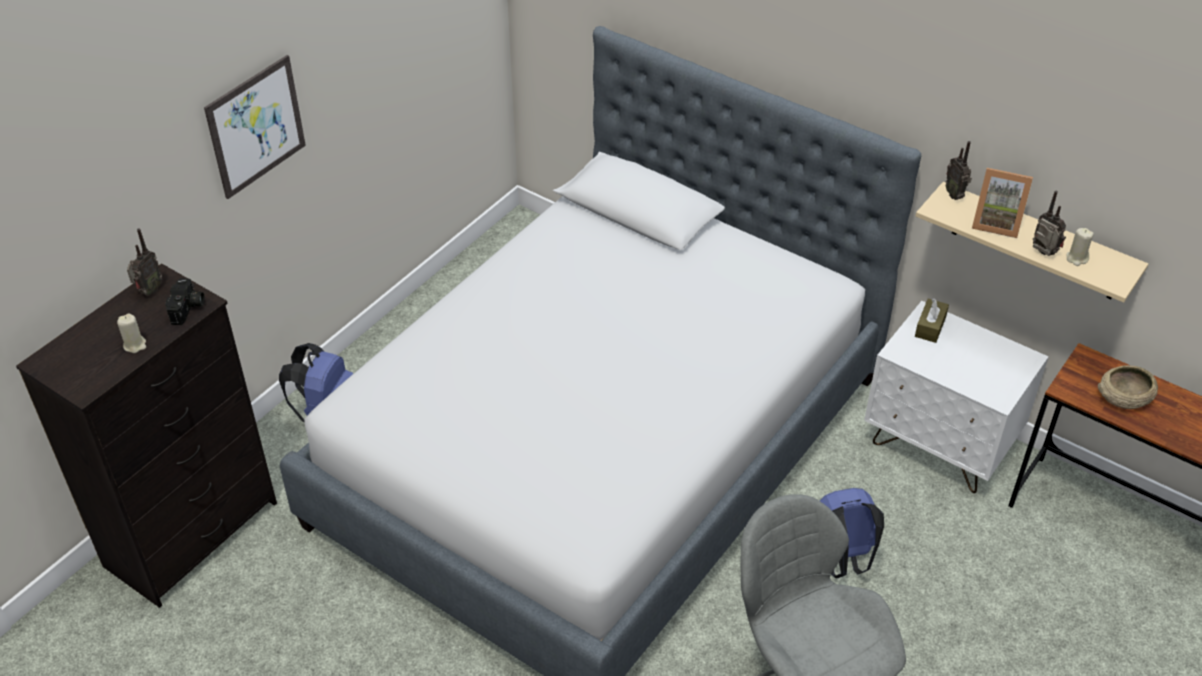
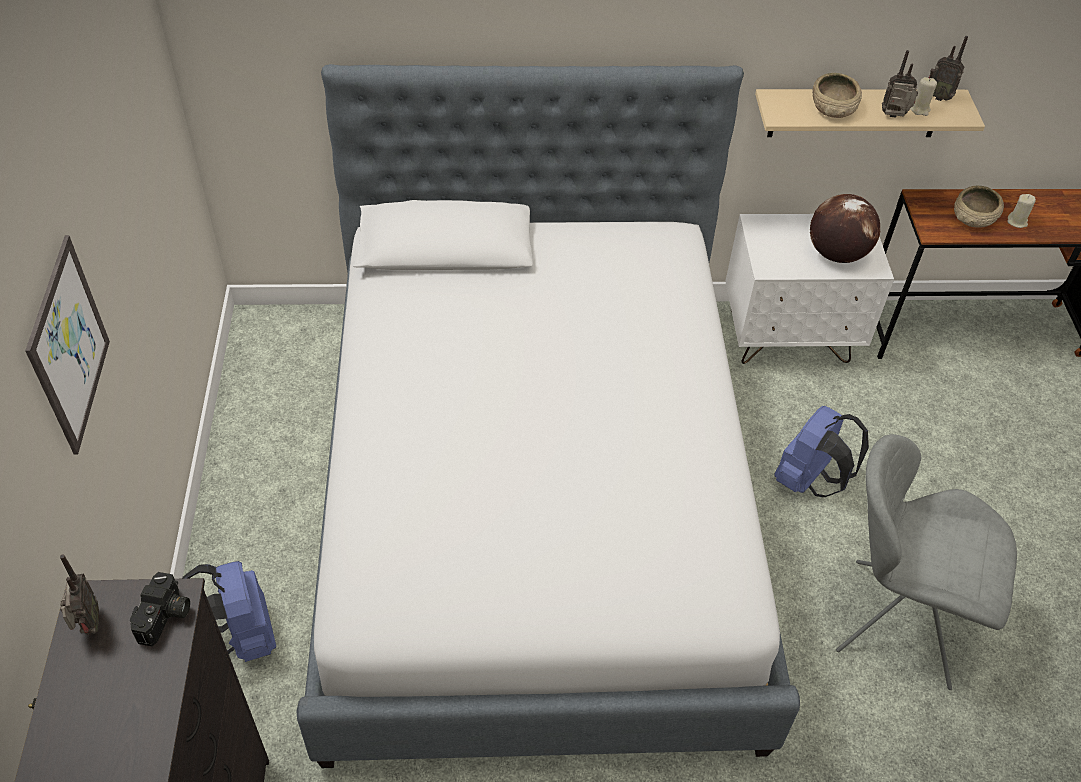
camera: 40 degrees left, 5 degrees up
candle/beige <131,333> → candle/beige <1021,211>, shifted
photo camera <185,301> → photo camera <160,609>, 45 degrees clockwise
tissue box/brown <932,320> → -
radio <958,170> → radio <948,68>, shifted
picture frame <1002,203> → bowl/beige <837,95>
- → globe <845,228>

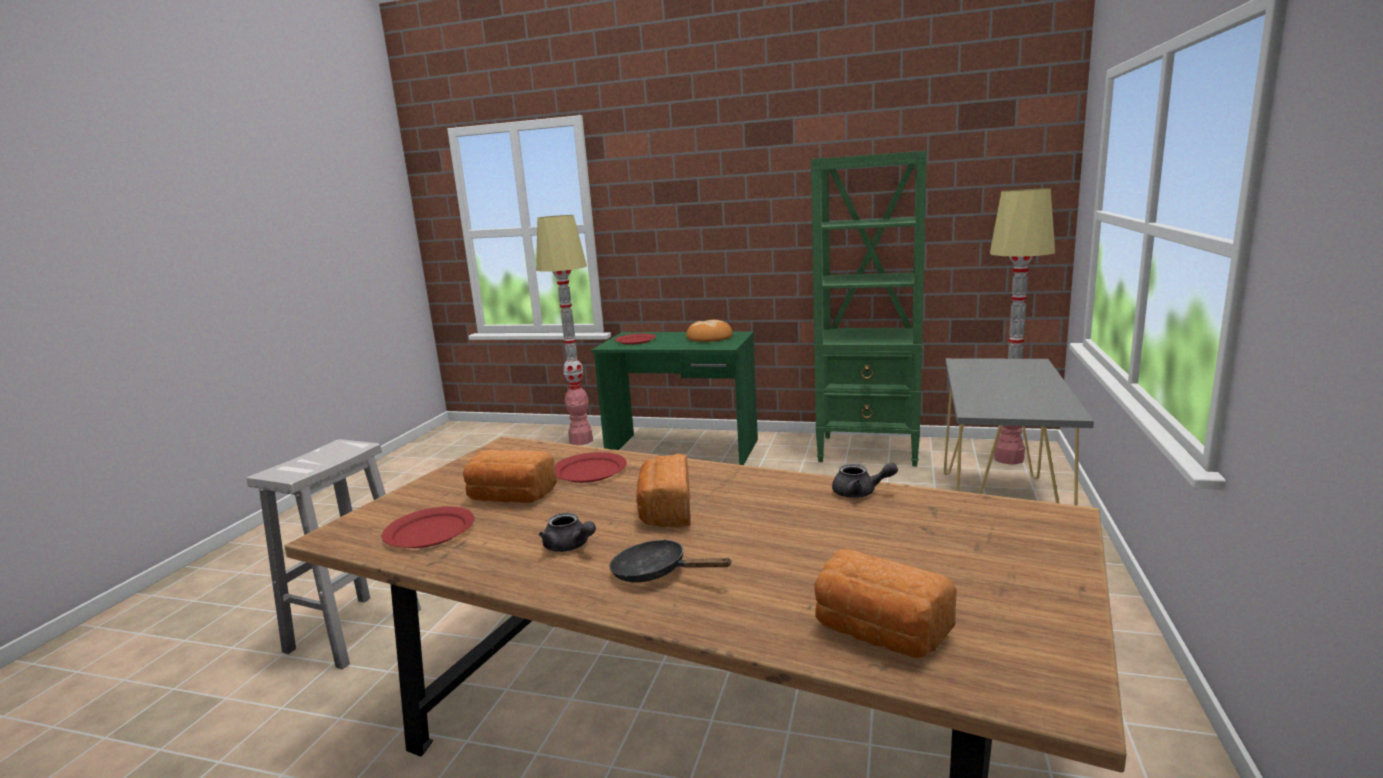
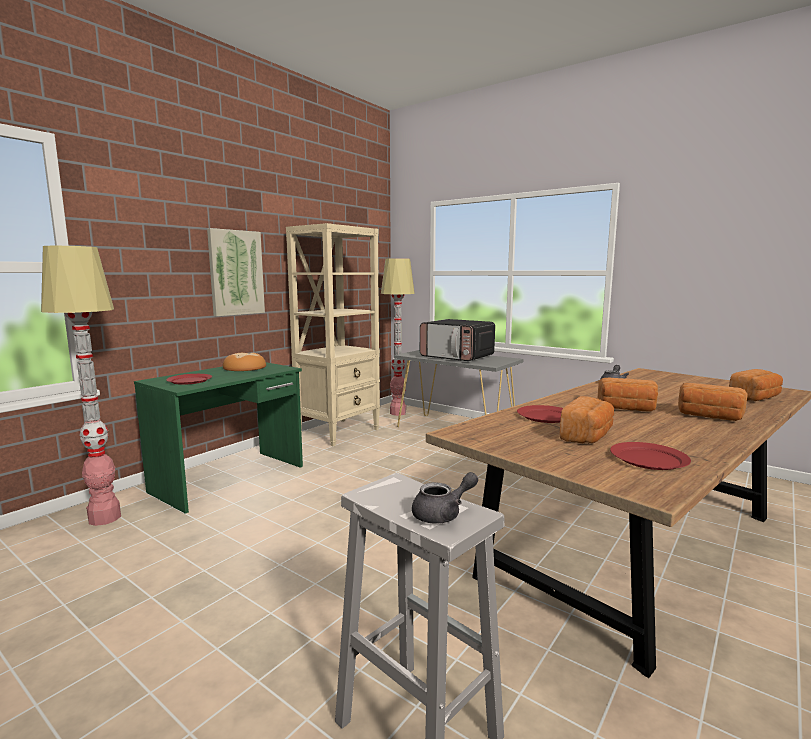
camera: 70 degrees left, 5 degrees down
teapot/grey <567,532> → teapot/grey <445,498>, shifted
frying pan/black <670,560> → bread <713,402>
bookcase/green <869,309> → bookcase/beige <333,334>
- → picture <236,272>
- → microwave <457,340>

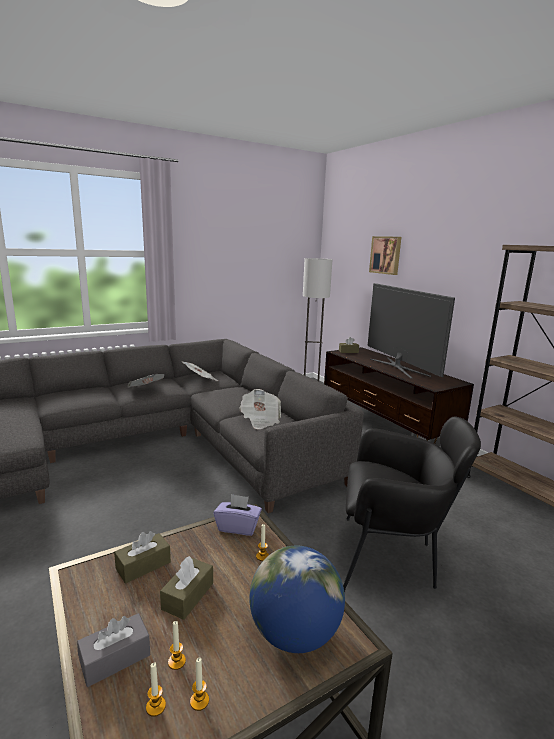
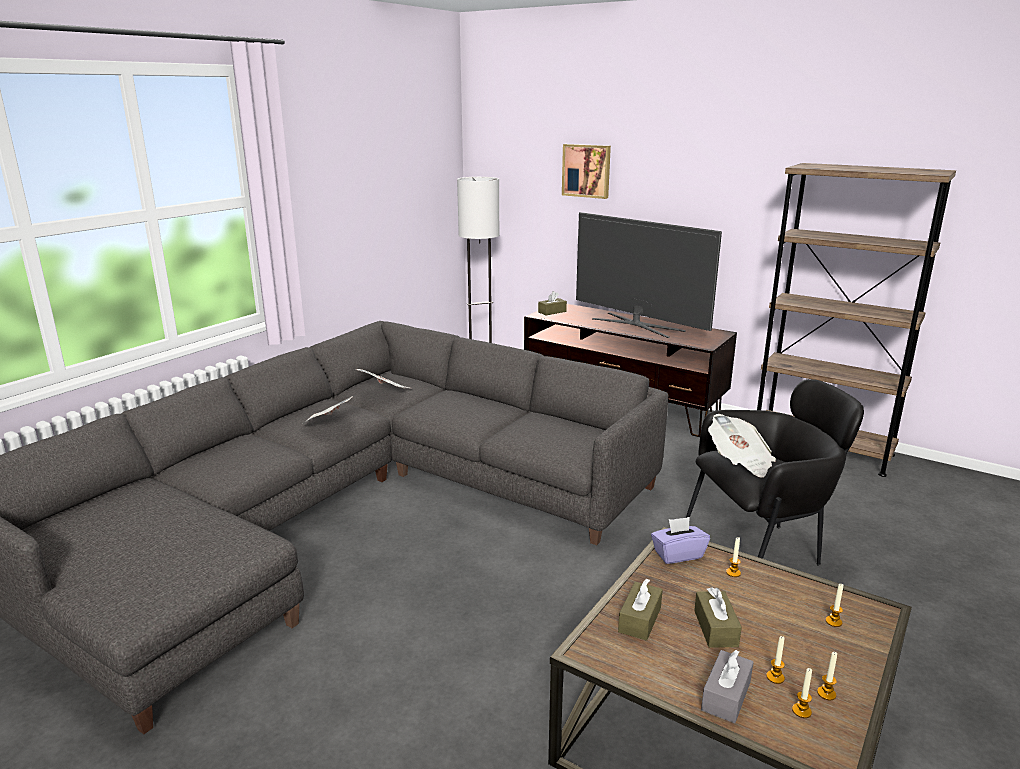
camera: 25 degrees left, 5 degrees up
newspaper <260,409> → newspaper <742,446>, shifted
globe <297,599> → candle <834,605>

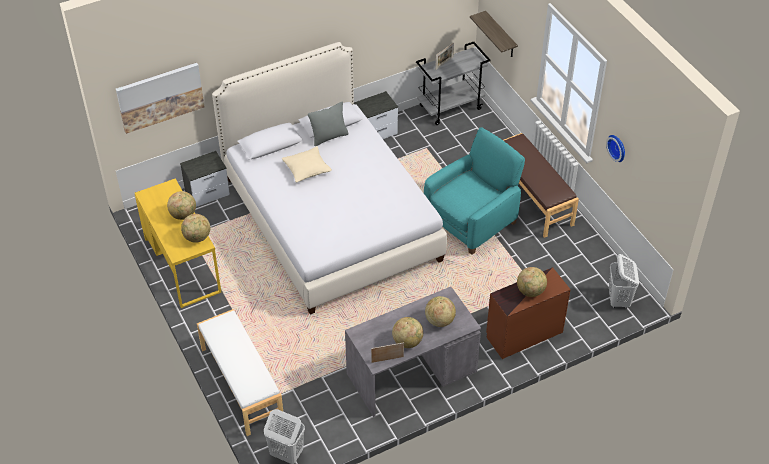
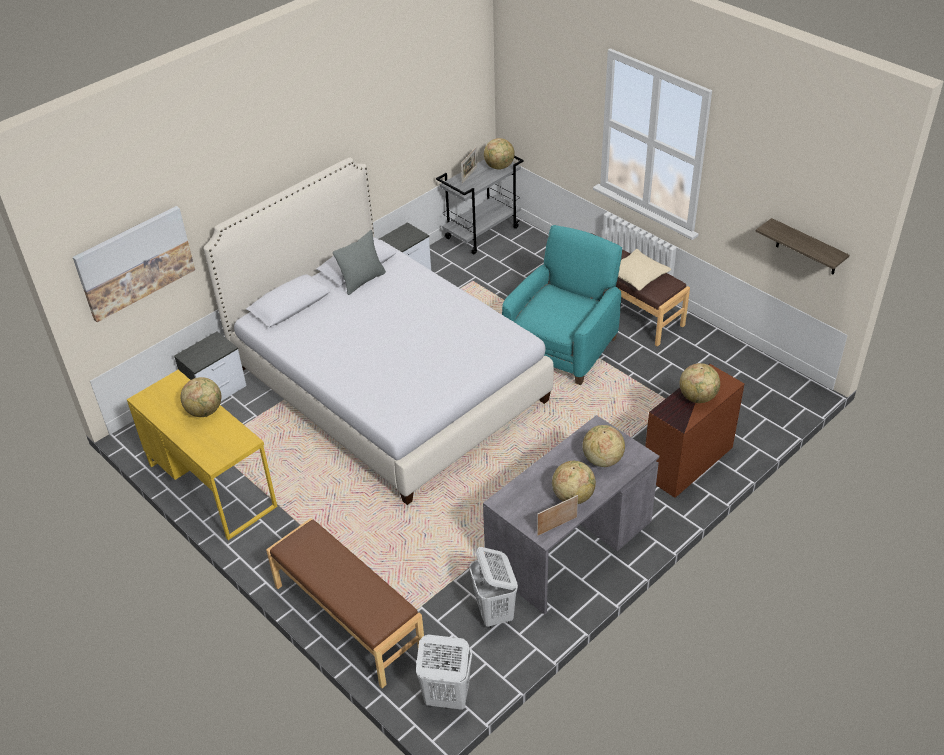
camera: 15 degrees left, 5 degrees down
globe <195,228> → globe <499,153>, shifted
bench/white <240,372> → bench/brown <345,603>
pillow/beige <307,164> → pillow/beige <644,270>, shifted
shelf <494,34> → shelf <802,246>, shifted
wall clock <615,148> → -
laundry basket/white <624,281> → laundry basket/white <493,587>, shifted

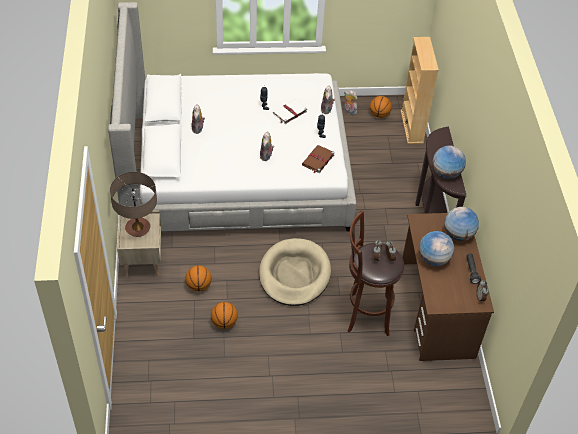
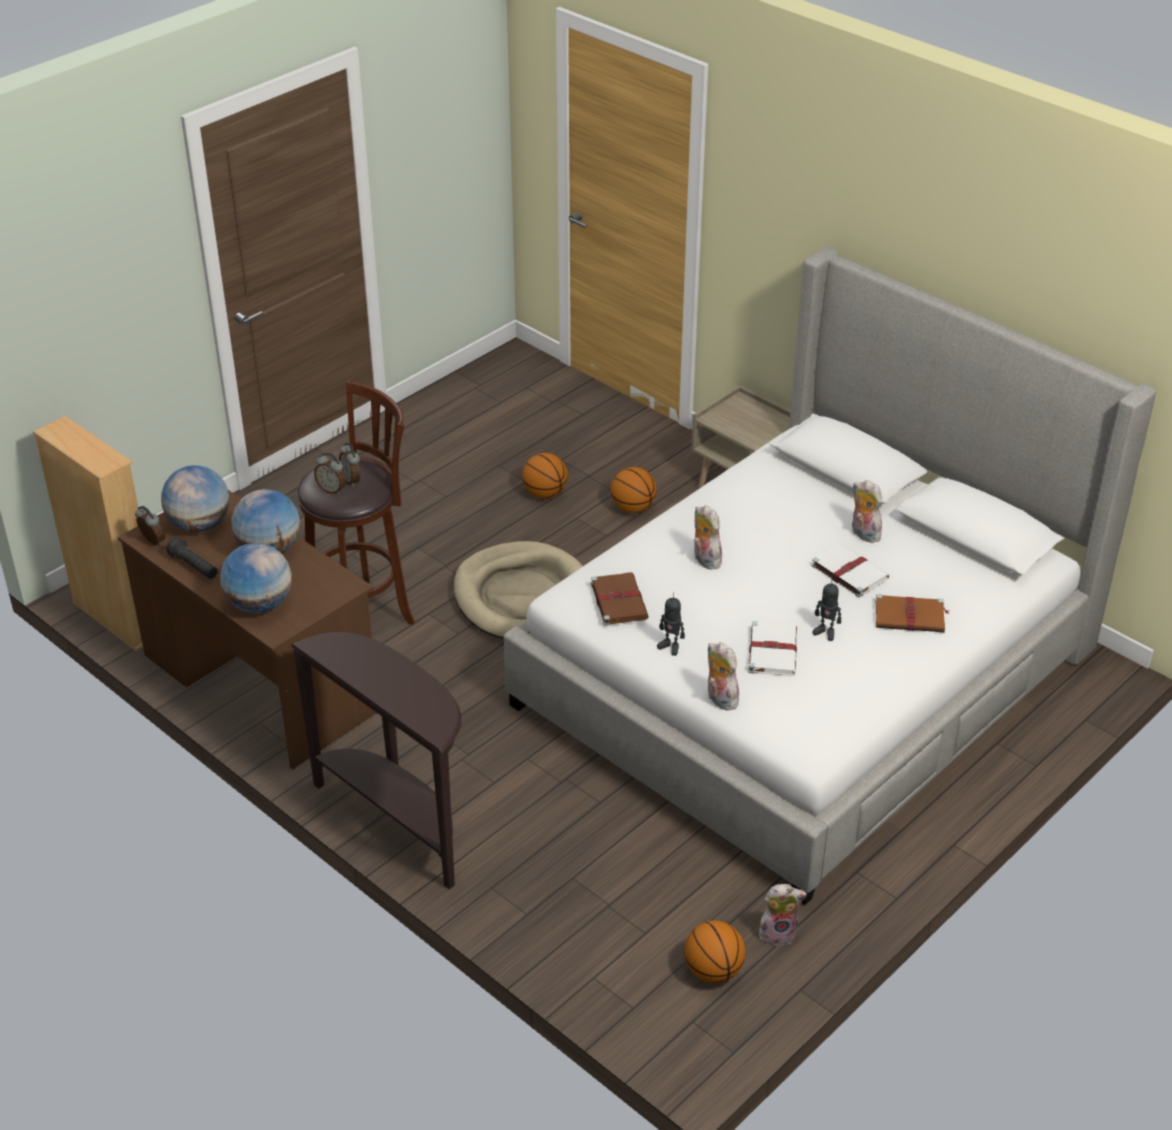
camera: 140 degrees right, 10 degrees down
table lamp <133,204> → -
bookcase/beige <420,90> → bookcase/beige <88,533>, shifted
globe <449,162> → globe <195,498>, shifted
- → book/white <851,570>
- → book/brown <913,613>

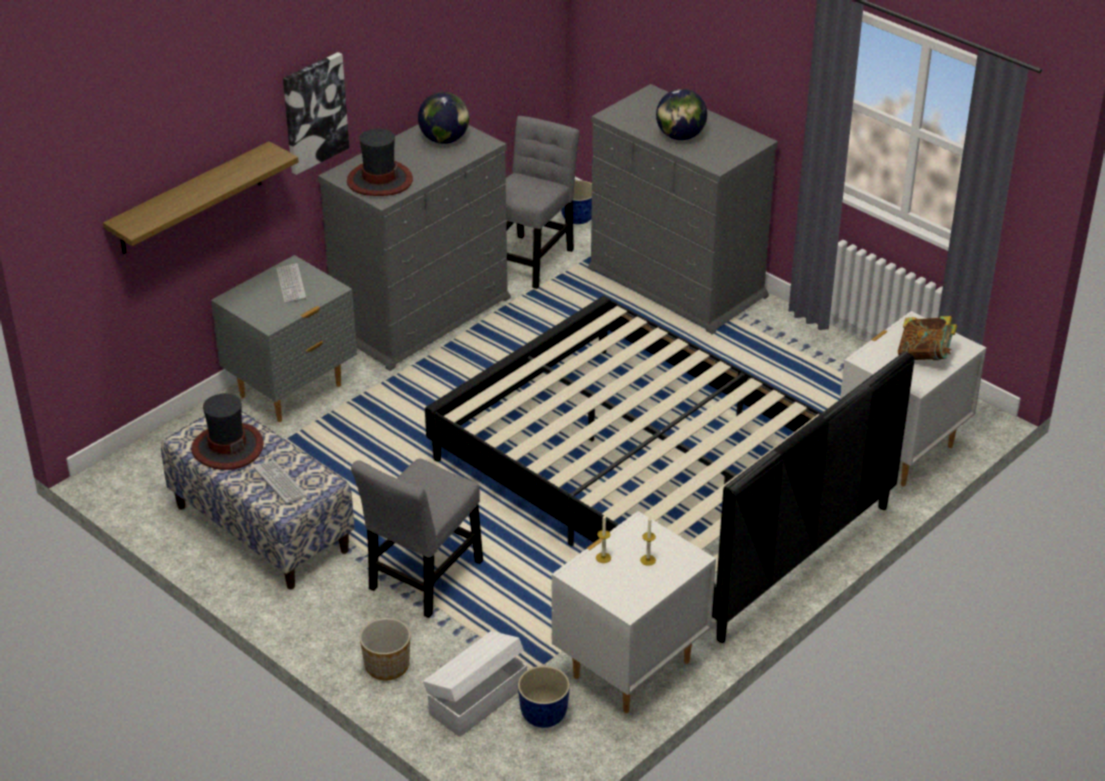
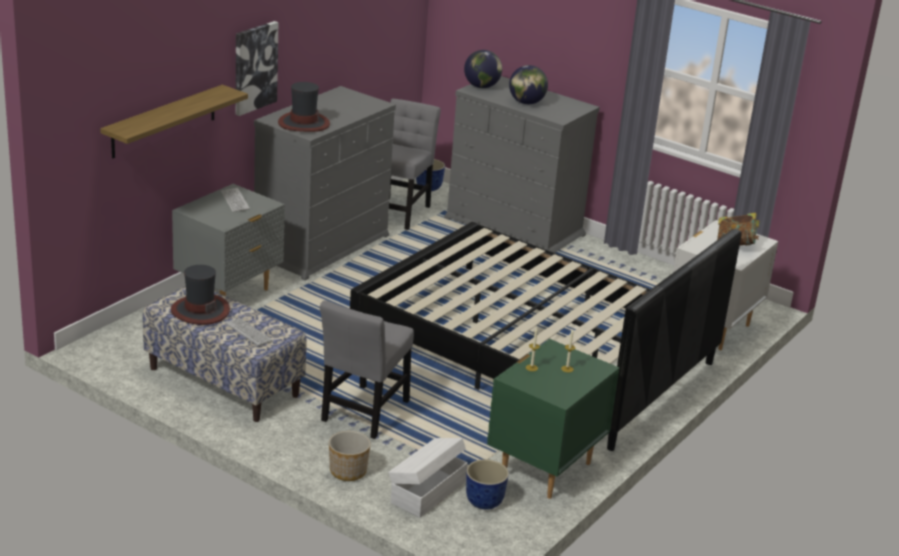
camera: 10 degrees left, 10 degrees down
globe <443,118> → globe <483,69>, shifted
nightstand/white <633,612> → nightstand/green <553,419>

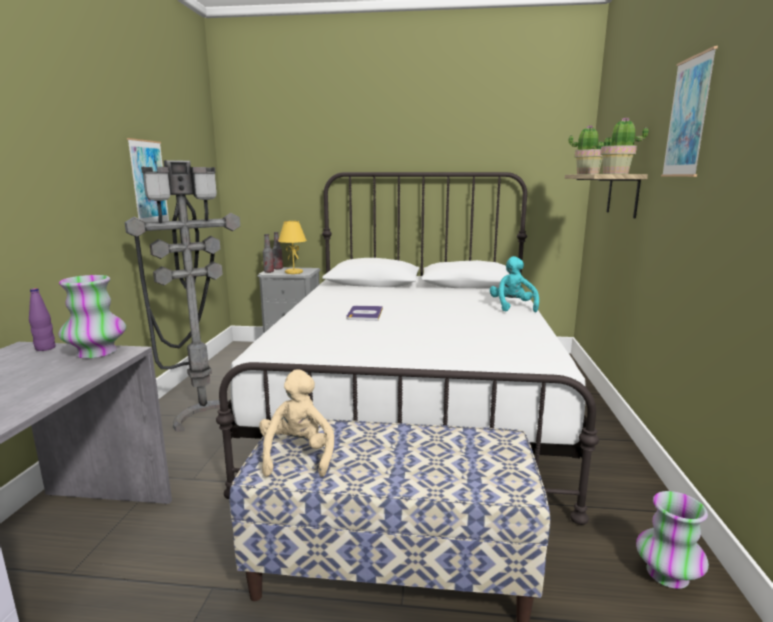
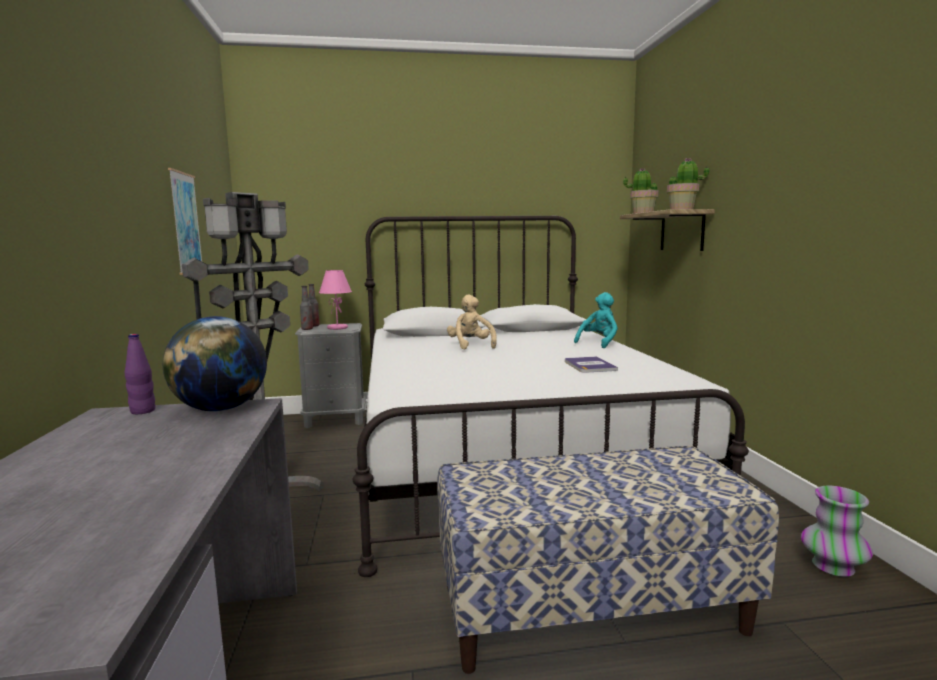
camera: 15 degrees left, 5 degrees down
vase <92,316> → globe <215,364>
plush toy/beige <296,423> → plush toy/beige <472,322>, shifted
table lamp/yellow <292,247> → table lamp/pink <335,300>
book <365,313> → book <591,364>, shifted
plush toy/turquoise <514,284> → plush toy/turquoise <596,320>, 60 degrees clockwise
picture <689,111> → -

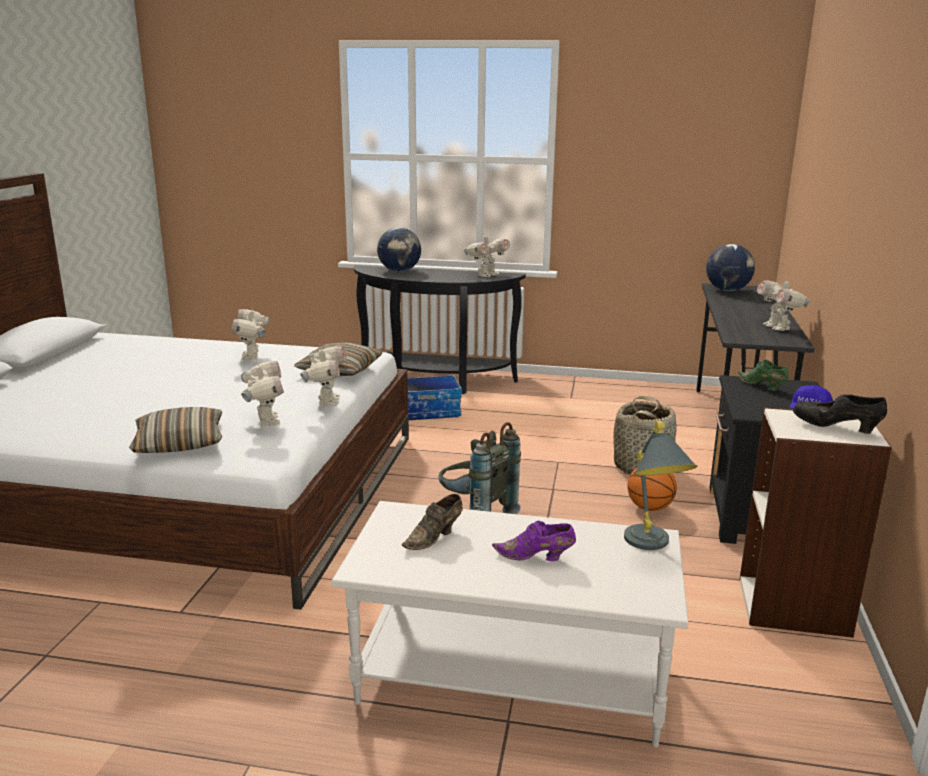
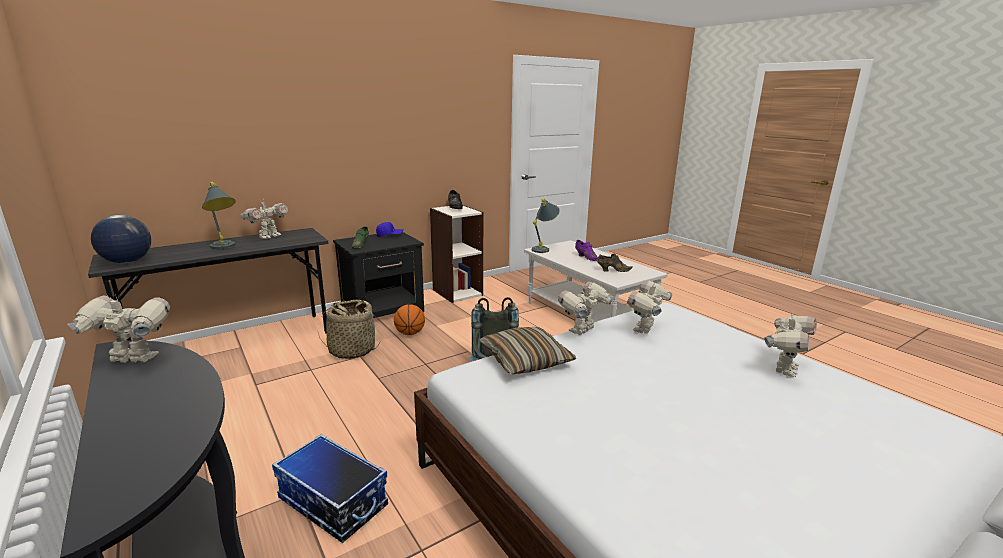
camera: 135 degrees left, 0 degrees up
pillow <175,430> → -
toy robot <250,333> → toy robot <790,345>, shifted
globe <399,249> → -
- → table lamp/grey <219,215>

